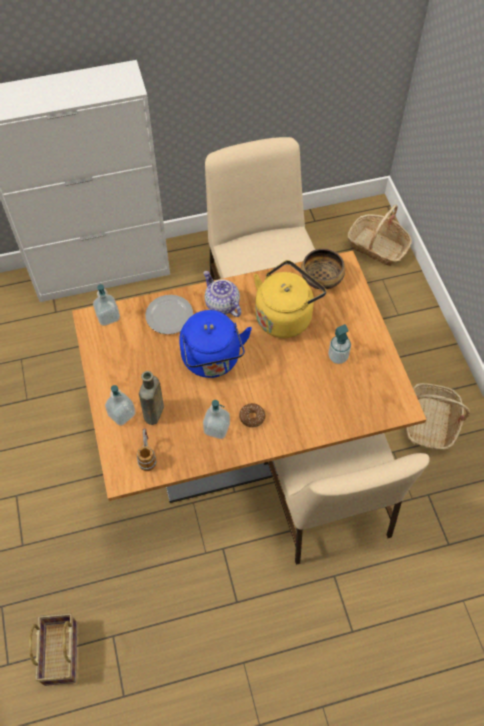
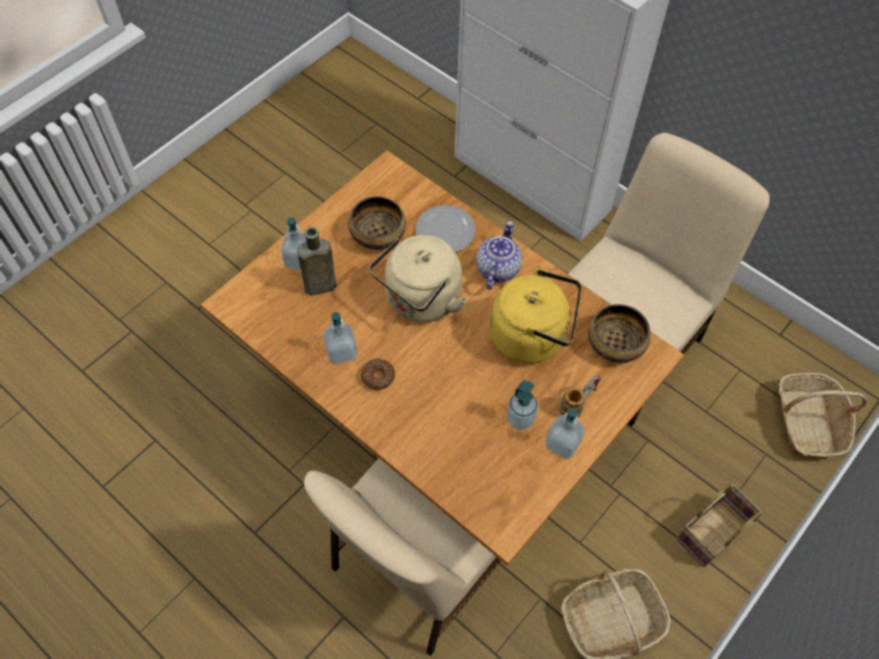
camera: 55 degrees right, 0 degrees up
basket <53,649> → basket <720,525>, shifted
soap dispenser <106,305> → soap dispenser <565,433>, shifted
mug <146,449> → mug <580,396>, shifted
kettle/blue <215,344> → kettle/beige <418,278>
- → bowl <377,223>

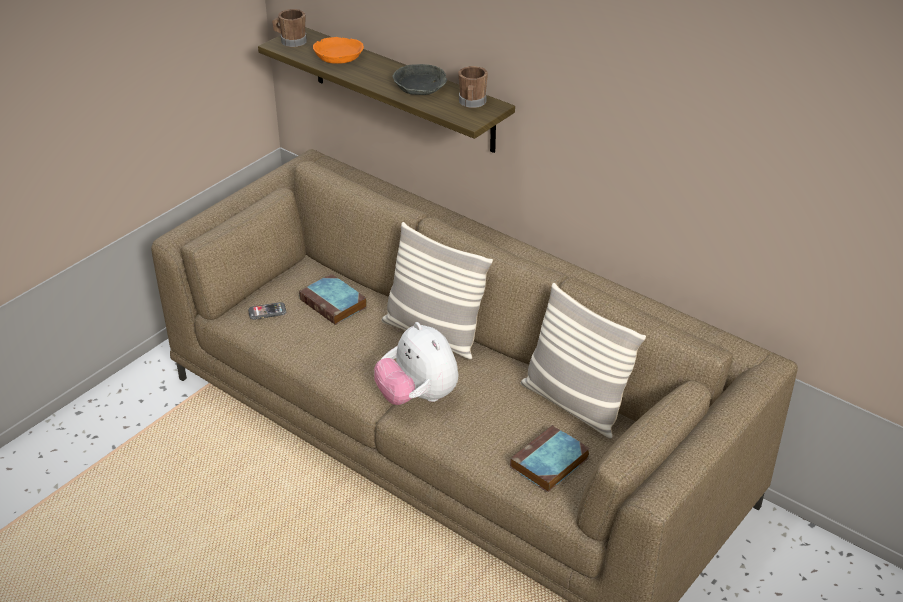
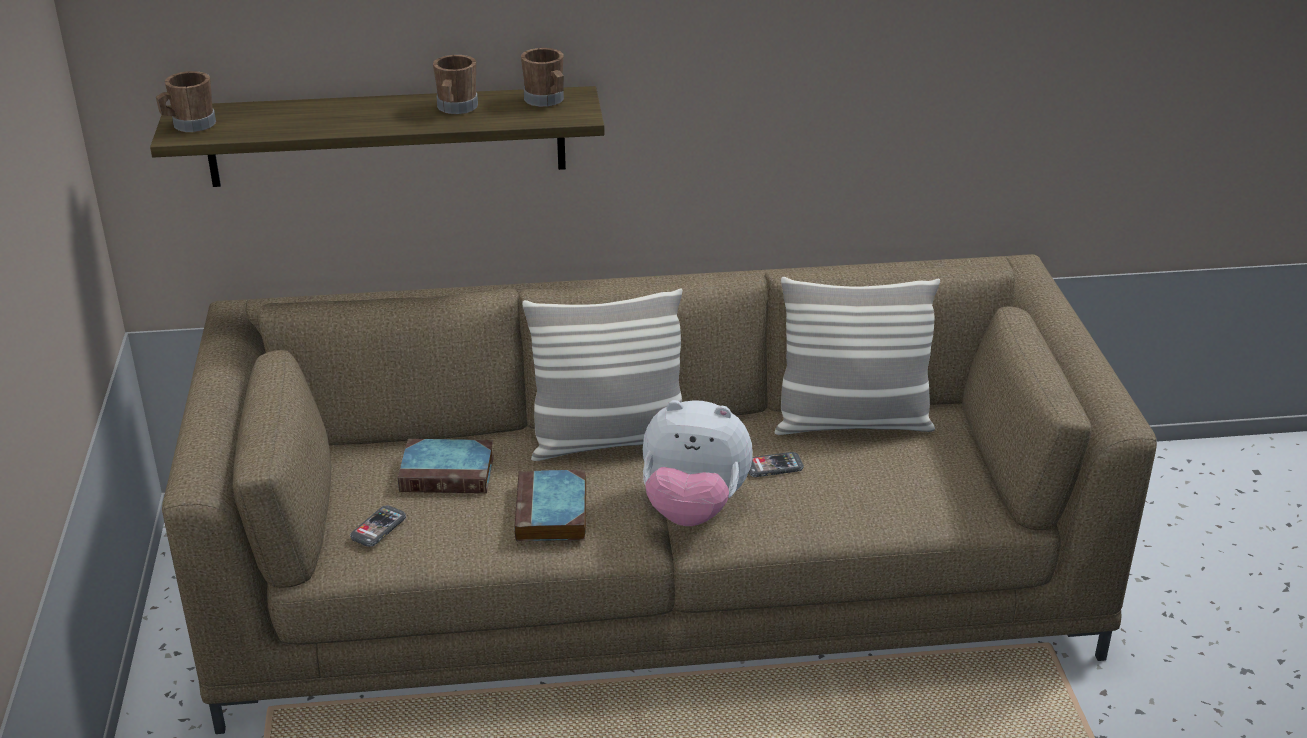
camera: 45 degrees left, 5 degrees down
bowl/orange <338,50> → -
bowl/grey <419,79> → mug/brown <455,84>
book <550,458> → book <550,505>, shifted
- → phone <776,464>

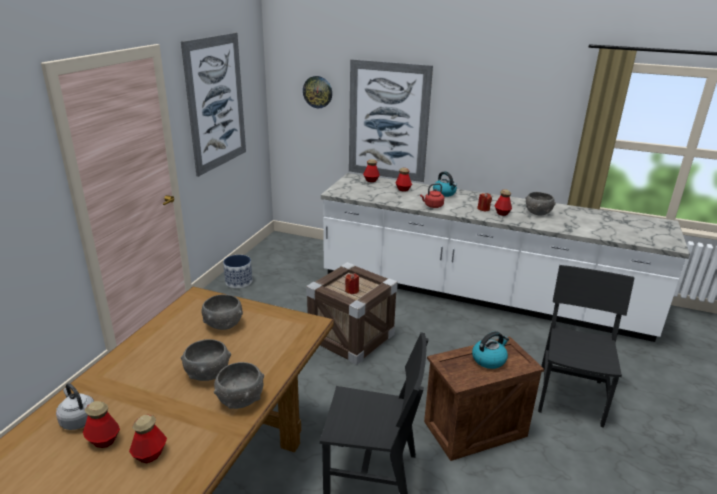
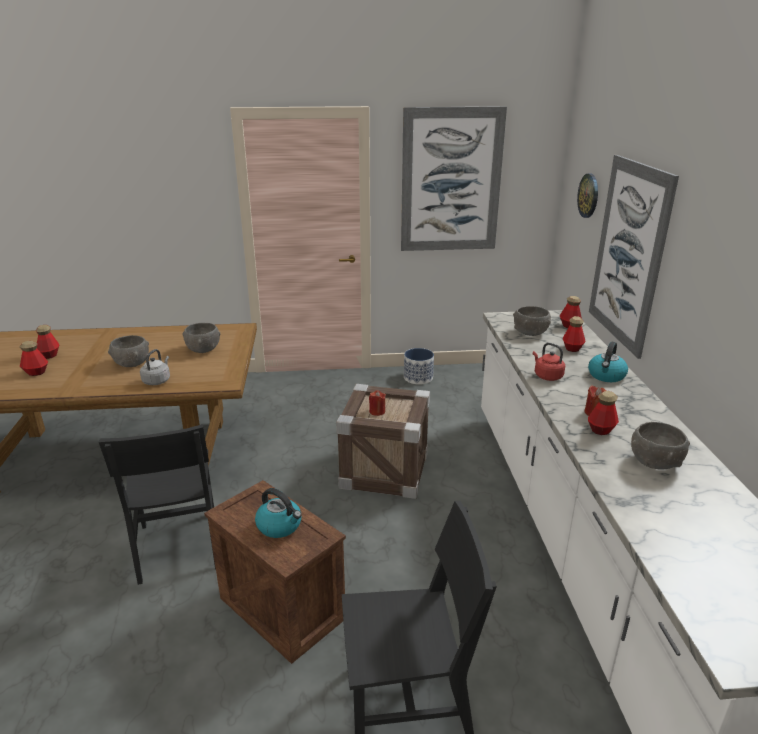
camera: 65 degrees right, 0 degrees up
kettle/grey <75,406> → kettle/grey <155,367>, shifted
bowl/grey <239,385> → bowl/grey <532,321>, shifted

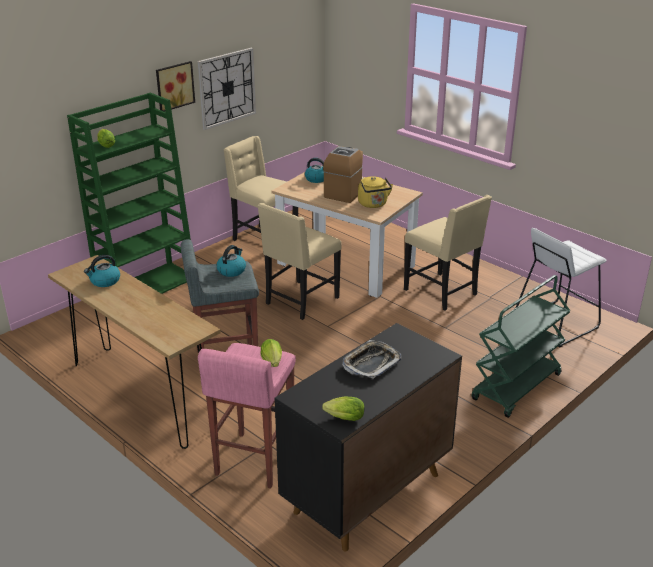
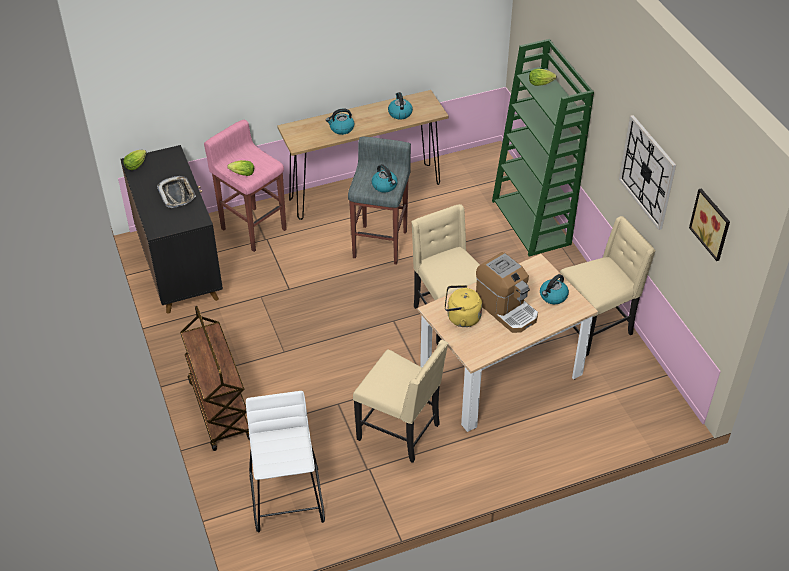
camera: 115 degrees right, 15 degrees up
picture <175,86> → picture <709,225>, shifted
chair/beige <448,253> → chair/beige <400,401>, 135 degrees counterclockwise
cart/green <521,346> → cart/brown <215,378>
- → kettle <340,121>

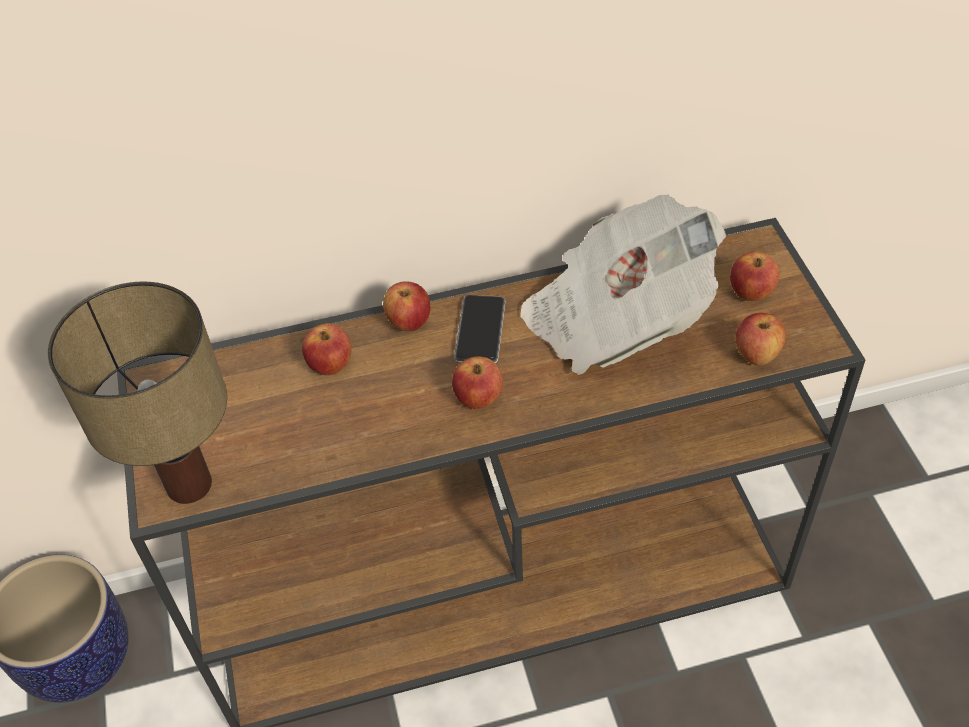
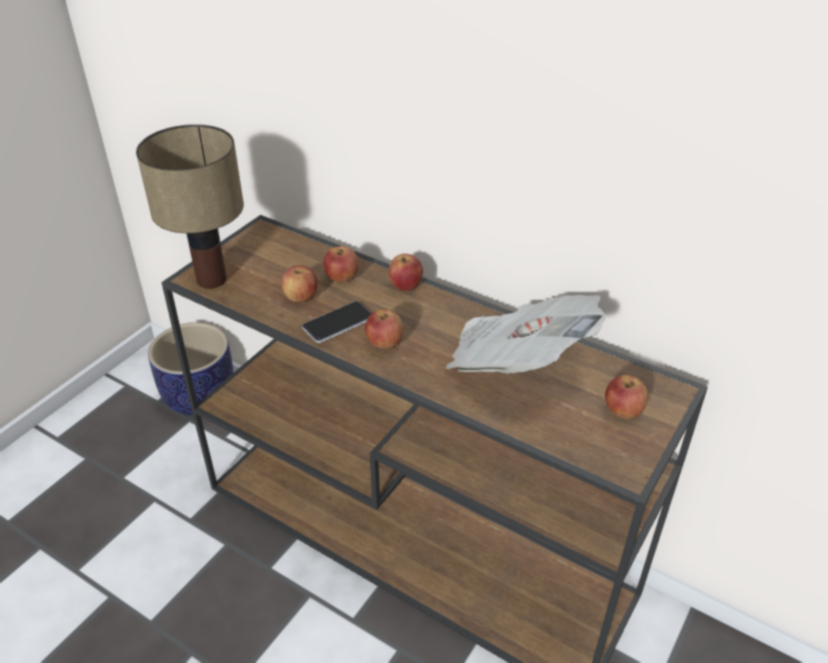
camera: 45 degrees right, 10 degrees down
phone <480,329> → phone <337,322>, shifted
apple <760,339> → apple <299,283>, shifted

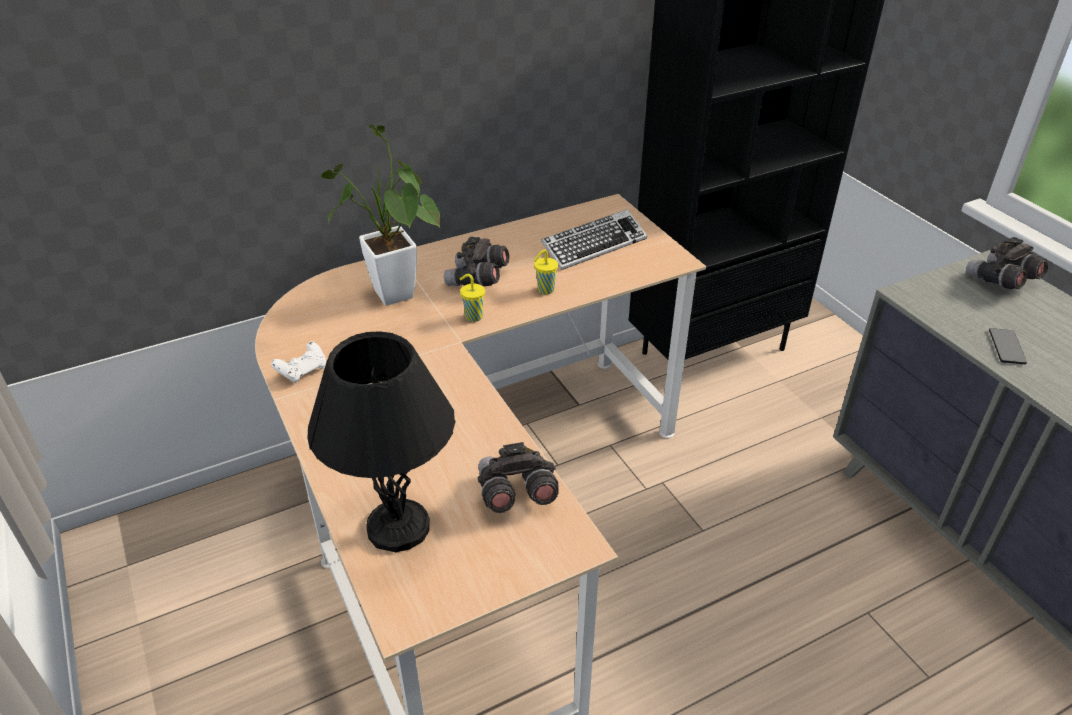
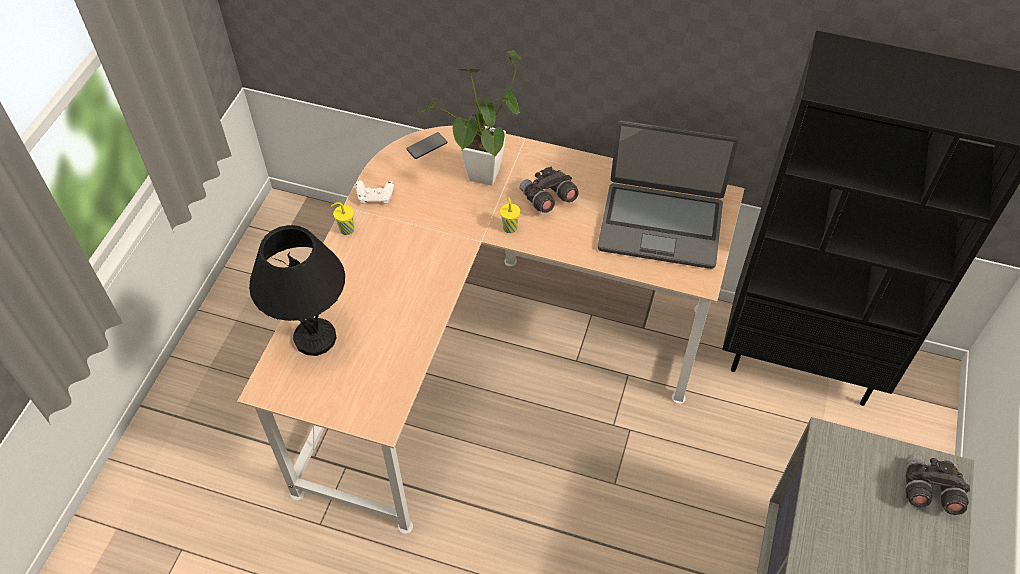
camera: 45 degrees right, 15 degrees up
binoculars/grey <518,477> → -
cup/yellow <546,272> → cup/yellow <342,218>, shifted
keyboard <594,239> → laptop <668,195>
phone <1008,346> → phone <426,145>, shifted

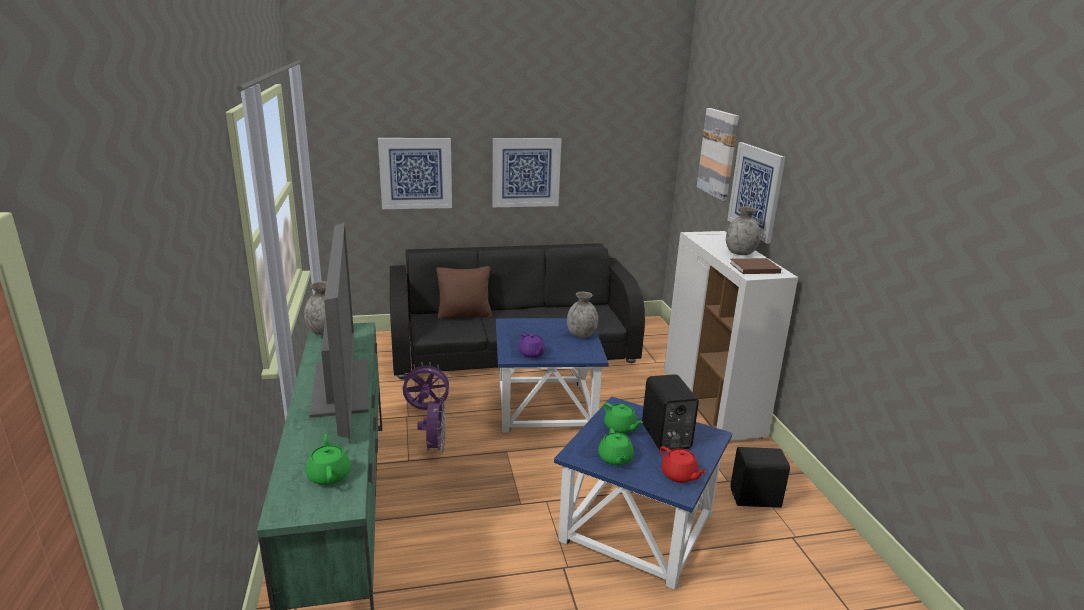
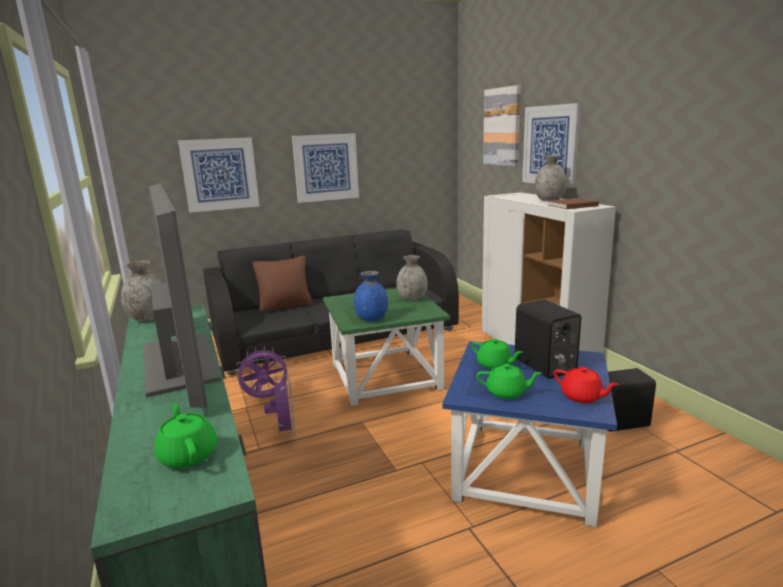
camera: 10 degrees left, 5 degrees down
side table/blue <552,375> → side table/green <386,347>
teapot/purple <531,346> → vase/blue <371,296>
teapot/green <616,446> → teapot/green <509,381>, 60 degrees counterclockwise

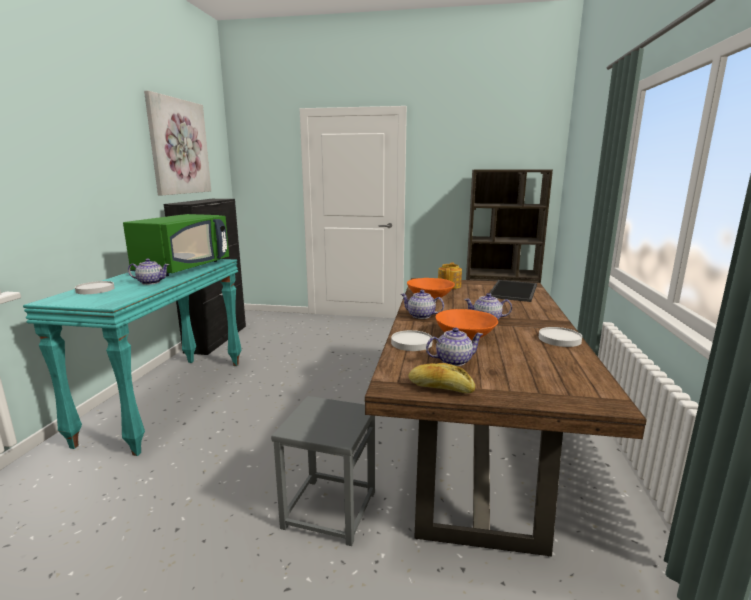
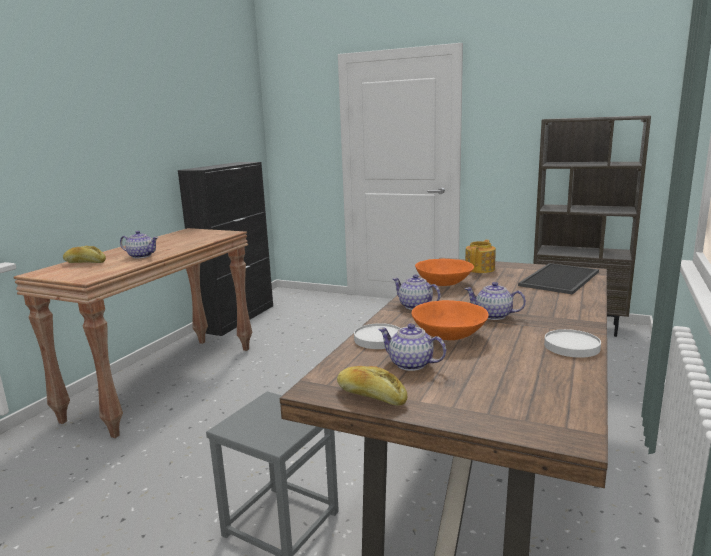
camera: 15 degrees right, 0 degrees up
console table/turquoise <132,357> → console table/brown <133,333>
plate/white <94,287> → bread <84,254>
microwave/green <176,245> → -
picture <177,143> → -
teapot <454,347> → teapot <412,347>, 150 degrees counterclockwise

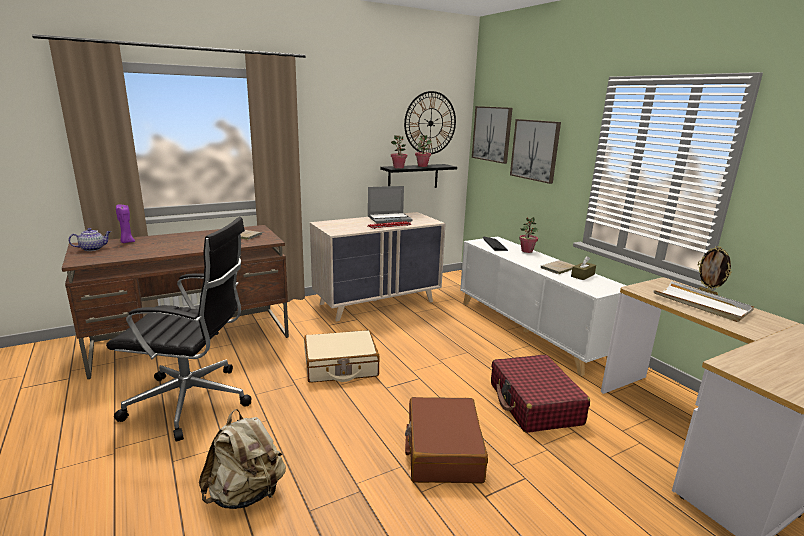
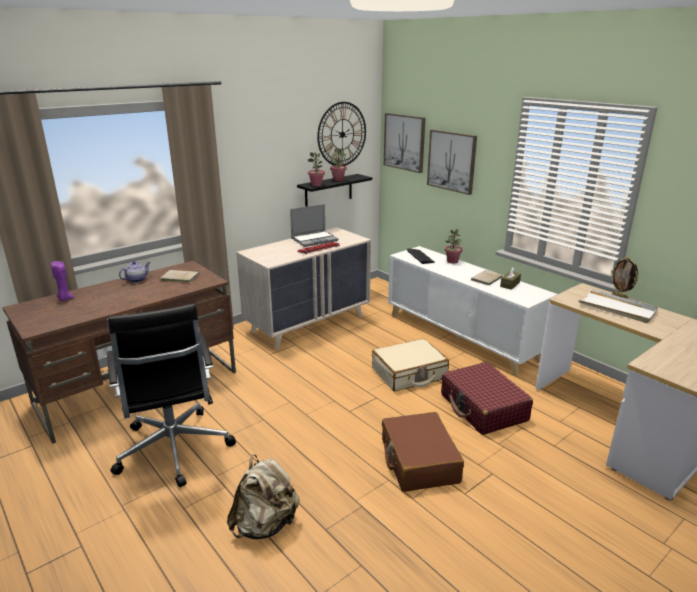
camera: 10 degrees left, 5 degrees up
teapot <90,239> → teapot <134,272>, shifted
office chair/black <178,329> → office chair/black <171,395>, 75 degrees clockwise
suitcase/beige <341,356> → suitcase/beige <410,365>, shifted

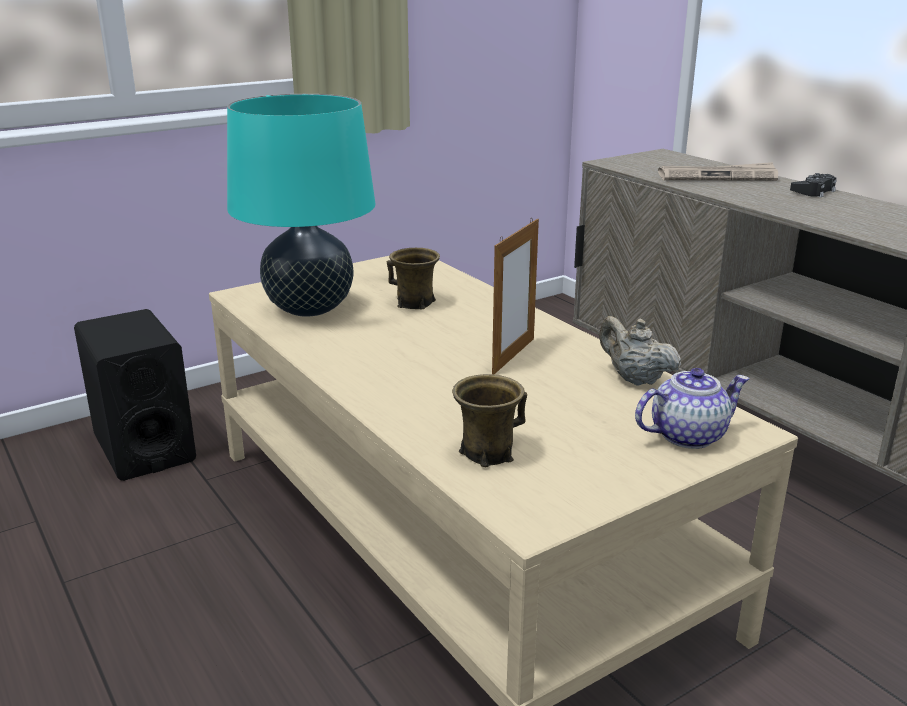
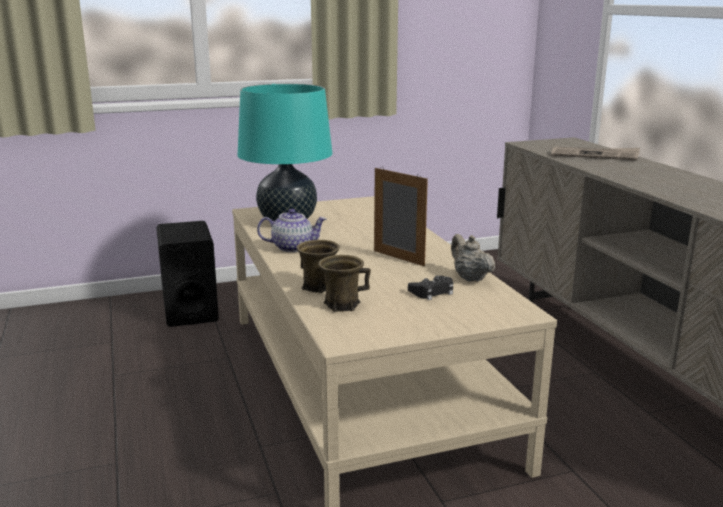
camera: 15 degrees right, 5 degrees down
mug/brown <413,278> → mug/brown <318,266>, shifted
picture frame <515,296> → picture frame <401,216>, 90 degrees counterclockwise
teapot <692,408> → teapot <292,230>, shifted
game controller/black <813,185> → game controller/black <430,288>, shifted

